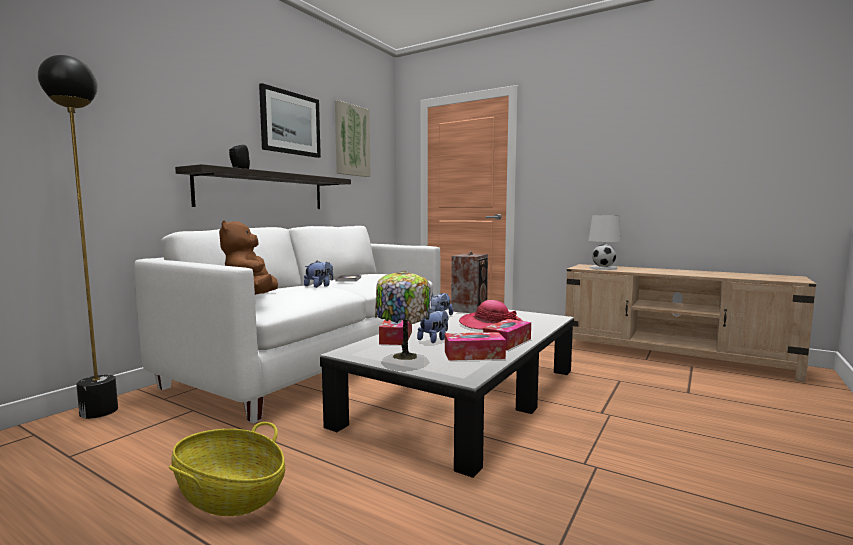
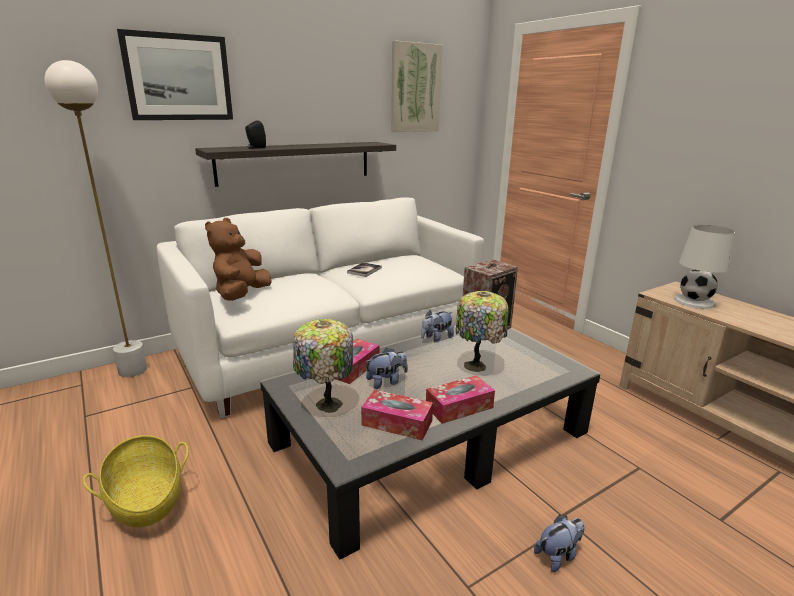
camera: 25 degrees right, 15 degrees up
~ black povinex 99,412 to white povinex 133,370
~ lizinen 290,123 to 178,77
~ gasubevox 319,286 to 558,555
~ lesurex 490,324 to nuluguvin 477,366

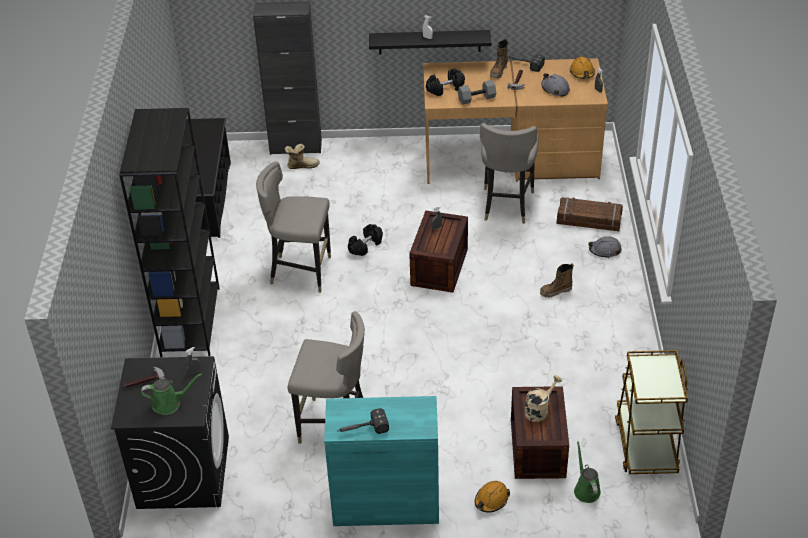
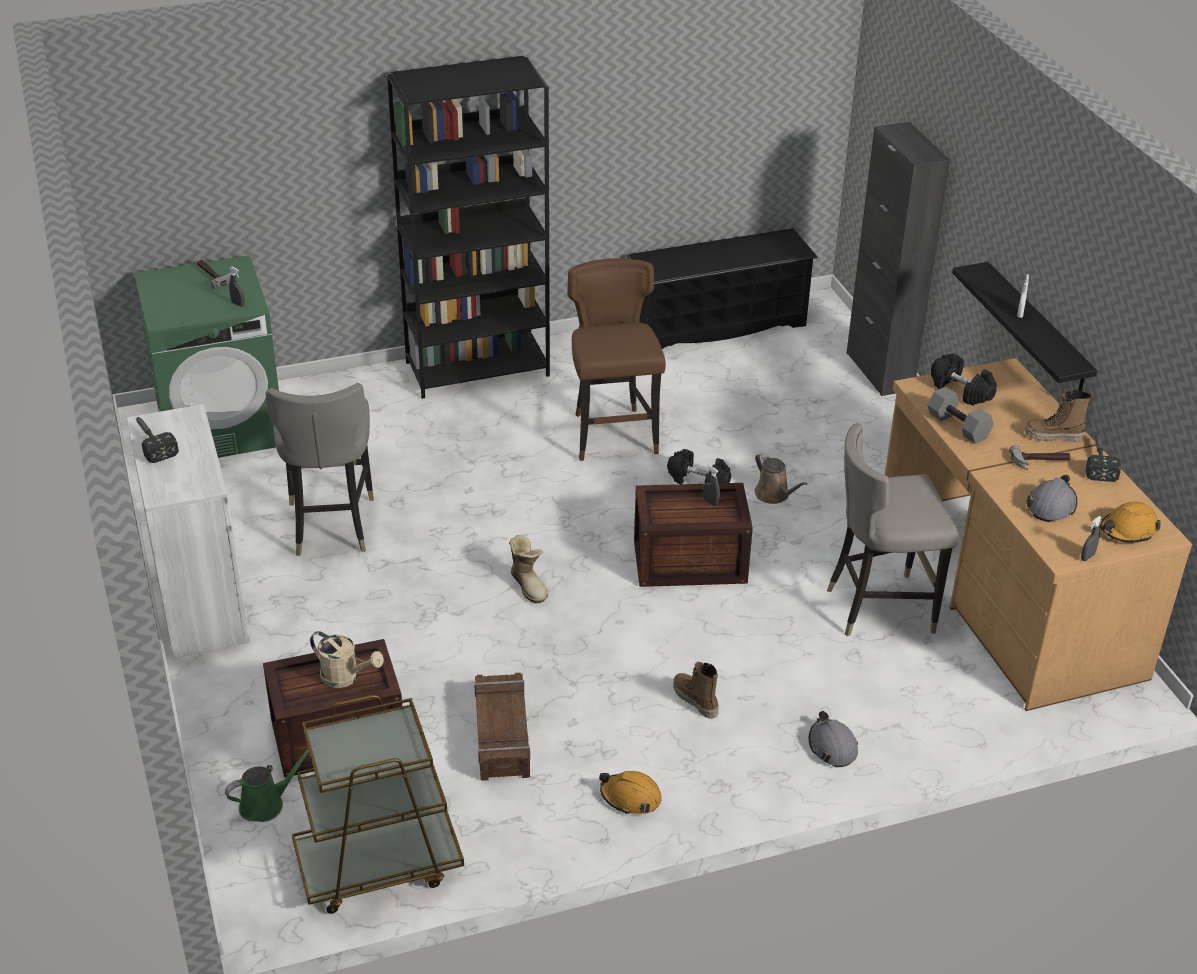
camera: 70 degrees right, 5 degrees down
~ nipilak 302,165 to 529,585
~ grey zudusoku 300,272 to brown zudusoku 613,434
~ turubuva 589,220 to 501,735
~ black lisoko 183,471 to green lisoko 221,425
- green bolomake 169,403
~ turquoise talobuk 386,503 to white talobuk 201,602
~ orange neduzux 491,500 to 630,797
+ brown bolomake 774,495

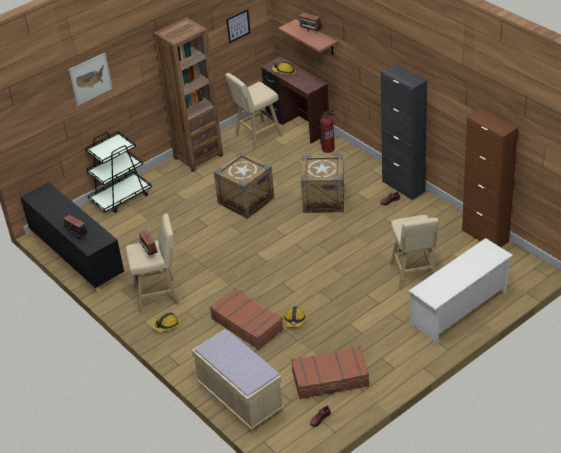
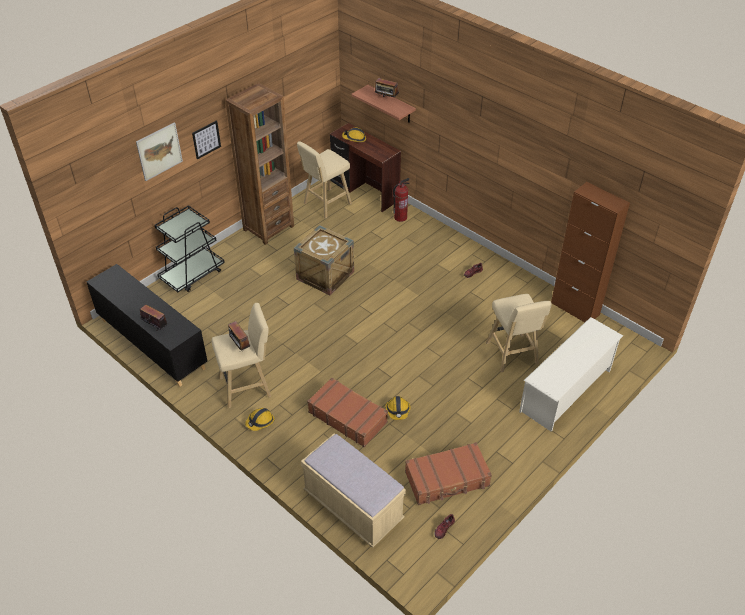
camera: 10 degrees left, 5 degrees up
~ lizinen 238,26 to 206,139
- black talobuk 403,186
- turubuva 323,199

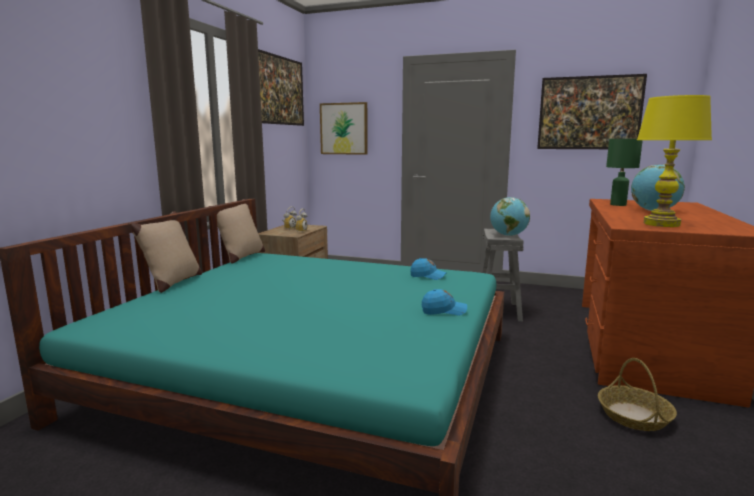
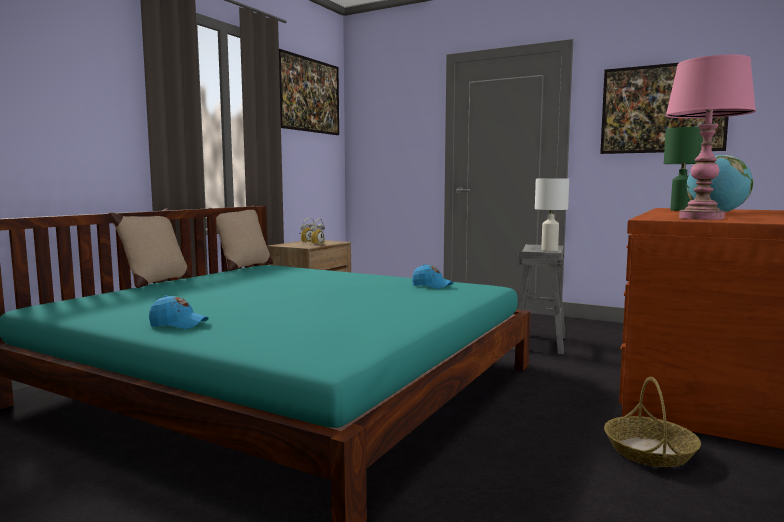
camera: 10 degrees right, 5 degrees down
~ yellow nuluguvin 661,224 to pink nuluguvin 701,218
- lizinen 344,128
~ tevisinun 508,235 to white nuluguvin 549,250
~ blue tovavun 444,311 to 178,324

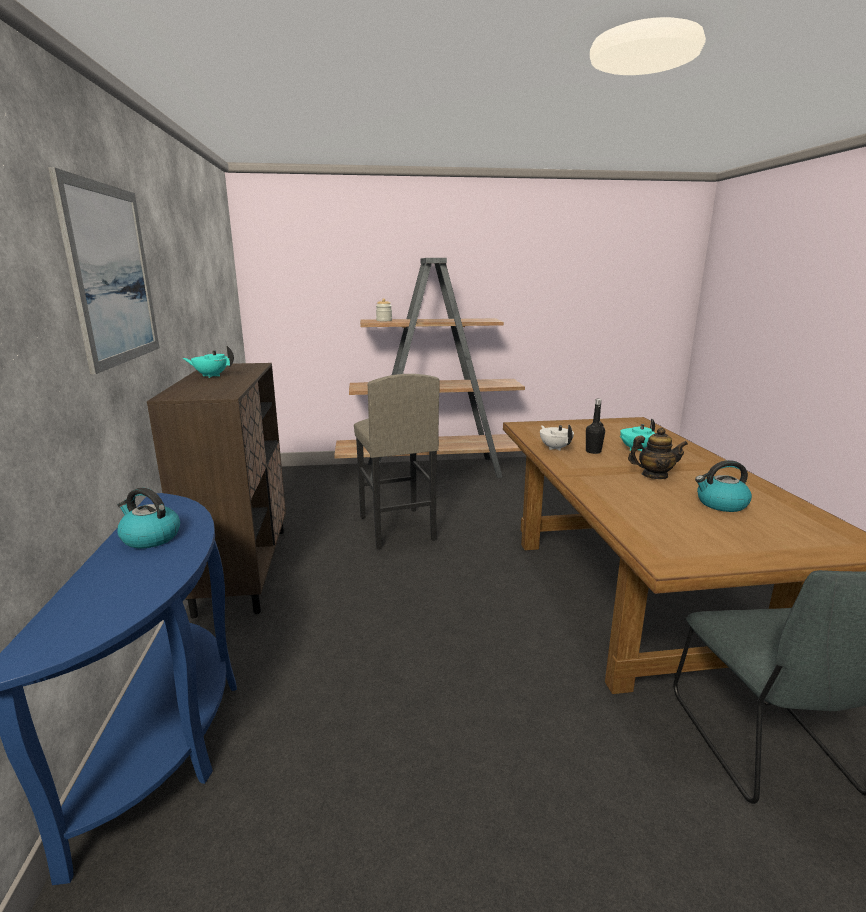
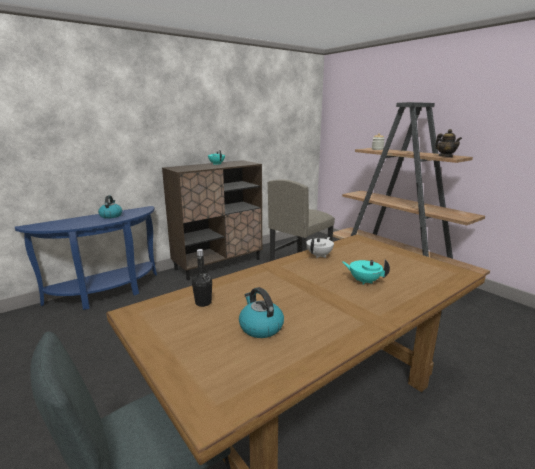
camera: 60 degrees right, 0 degrees up
- lizinen 112,275
~ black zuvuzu 593,451 to 203,303
~ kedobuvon 654,475 to 445,156

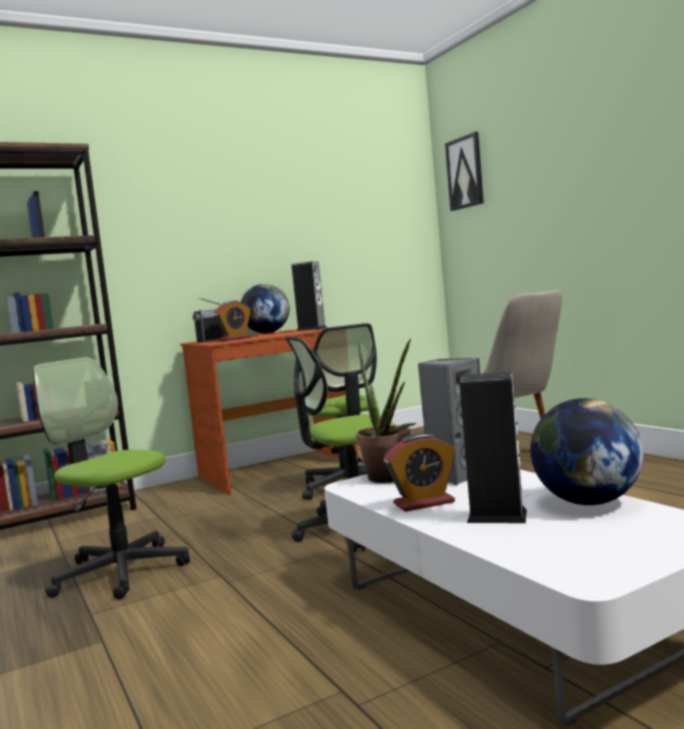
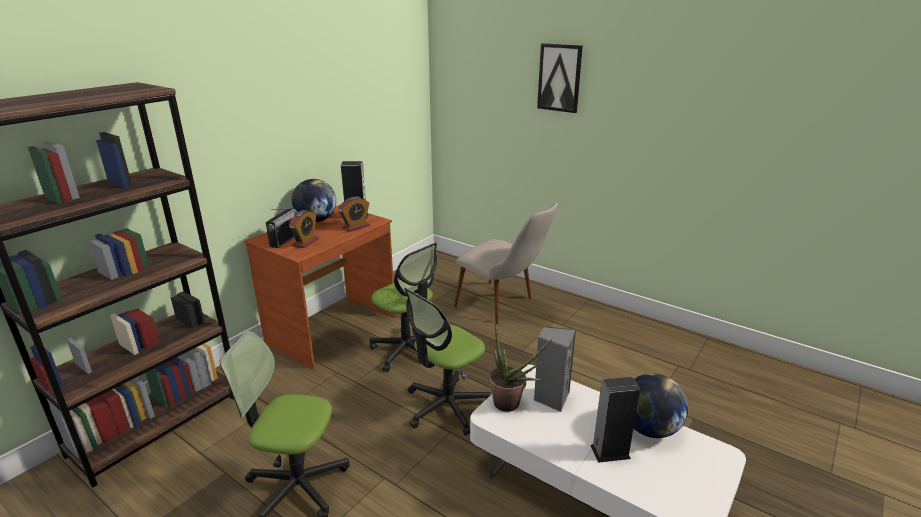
camera: 25 degrees left, 20 degrees up
~ lizinen 465,172 to 559,78
~ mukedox 424,503 to 355,227

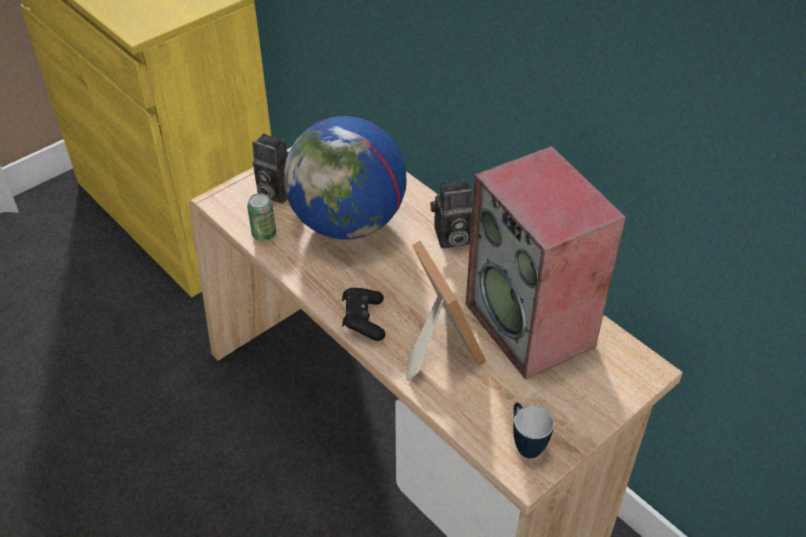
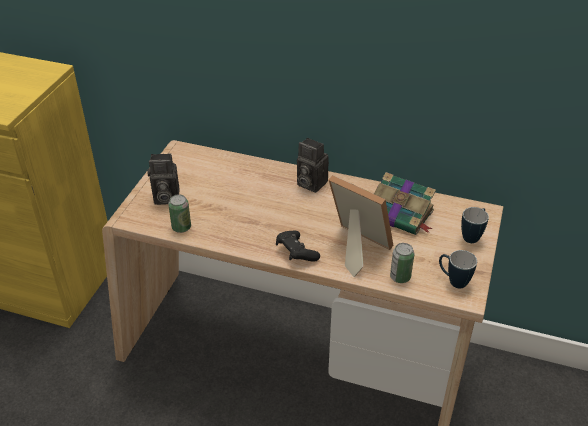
camera: 30 degrees left, 5 degrees down
- tevisinun 348,223
~ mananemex 532,325 to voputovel 401,214
~ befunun 451,238 = 309,183 75 degrees clockwise
+ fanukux 472,236
+ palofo 400,277

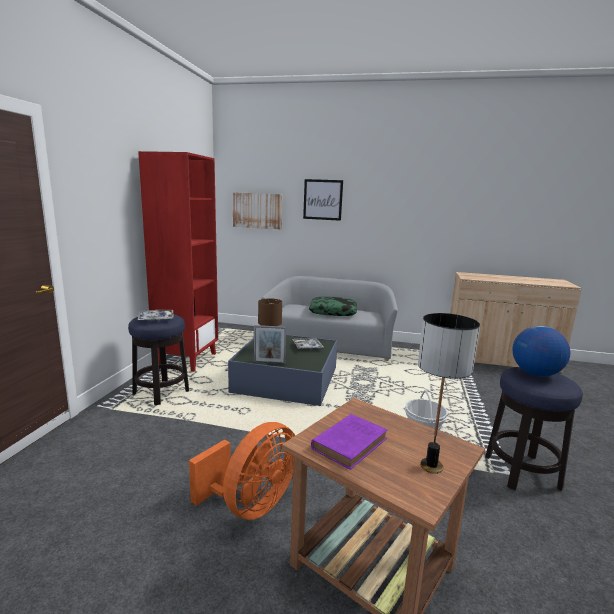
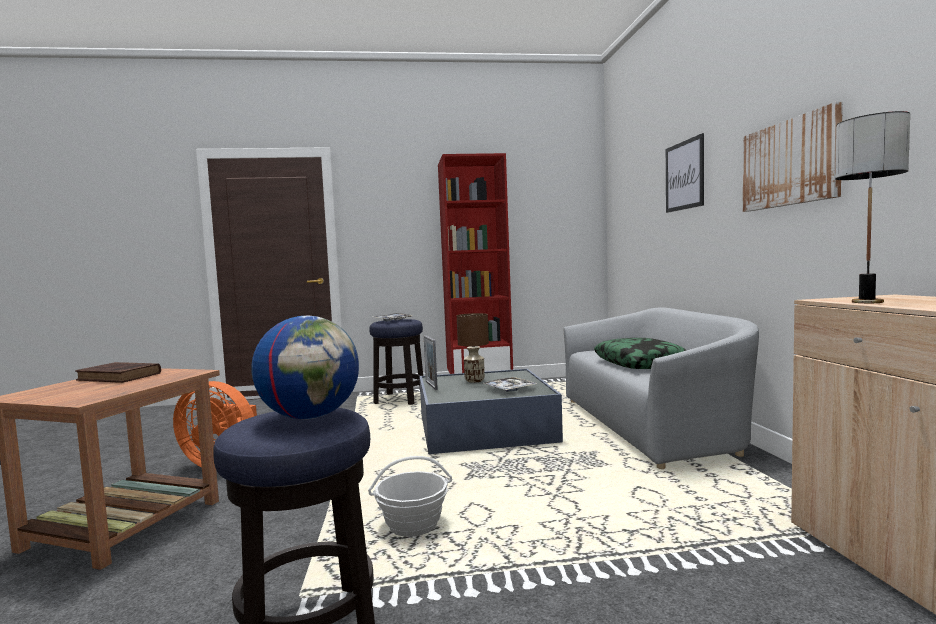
camera: 70 degrees right, 10 degrees down
~ lizinen 257,210 to 789,163
~ nuluguvin 431,466 to 867,302
~ purple voputovel 350,443 to brown voputovel 121,377

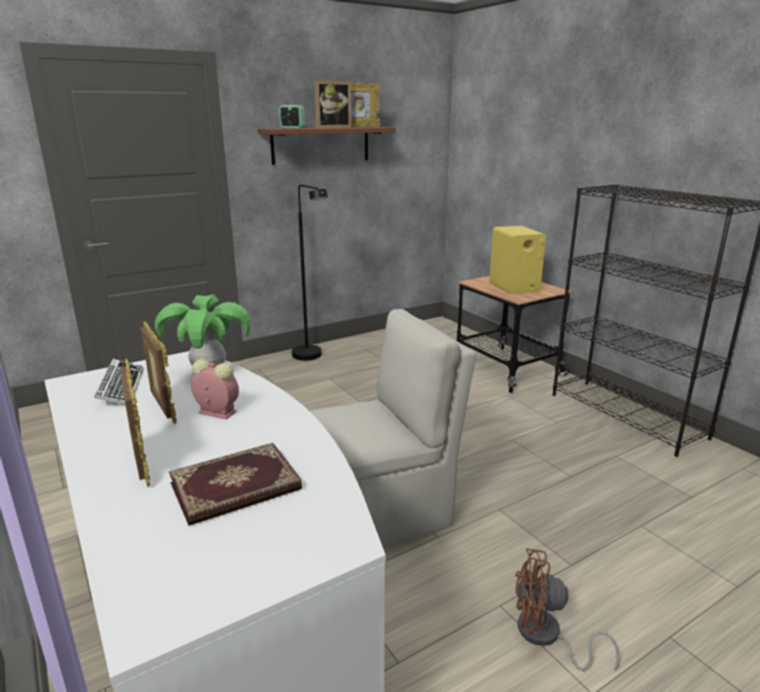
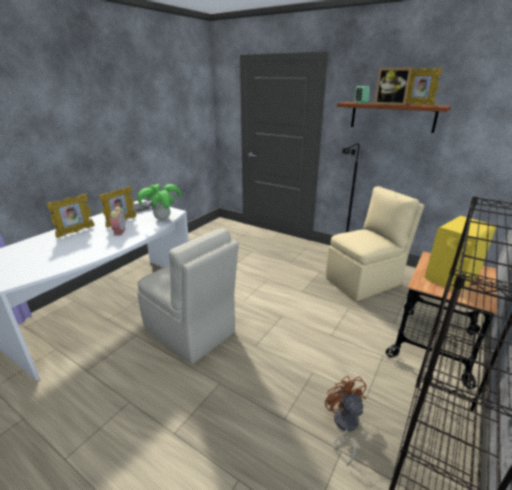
camera: 65 degrees right, 5 degrees up
- voputovel 236,488
~ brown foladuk 546,637 to 344,425
+ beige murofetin 364,281

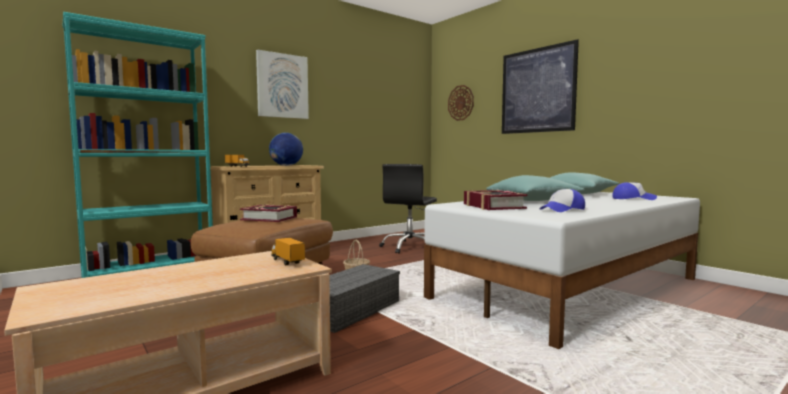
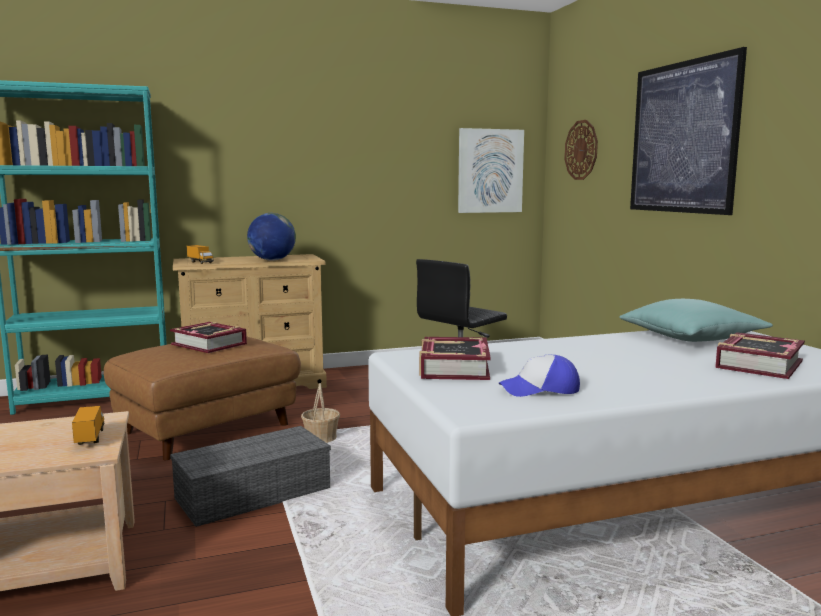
camera: 20 degrees right, 5 degrees up
~ lizinen 282,86 to 490,171
- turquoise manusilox 532,200
~ tovavun 633,199 to voputovel 758,364

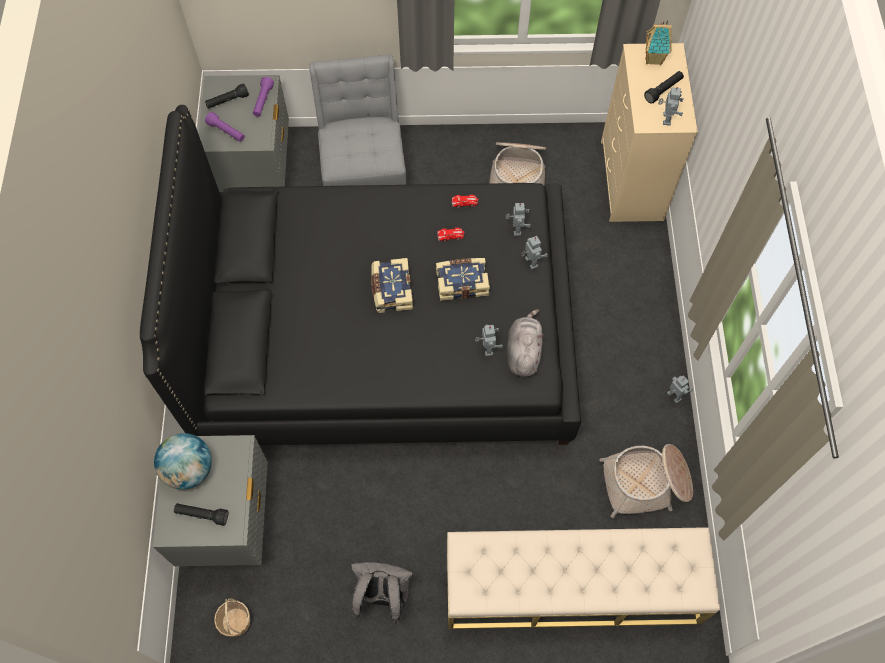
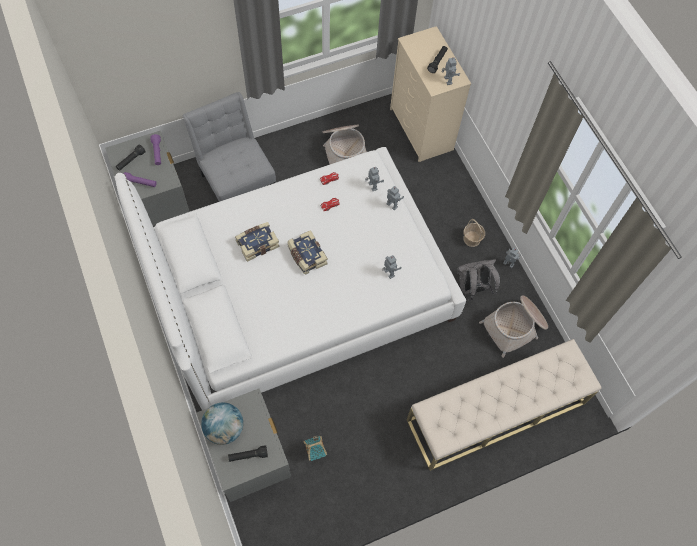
camera: 25 degrees left, 0 degrees up
~ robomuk 654,59 to 316,452
~ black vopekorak 384,332 to white vopekorak 300,288
~ voputovel 462,282 to 257,243
- grey gasubevox 523,351
~ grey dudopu 383,595 to 473,288
~ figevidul 236,622 to 472,239

